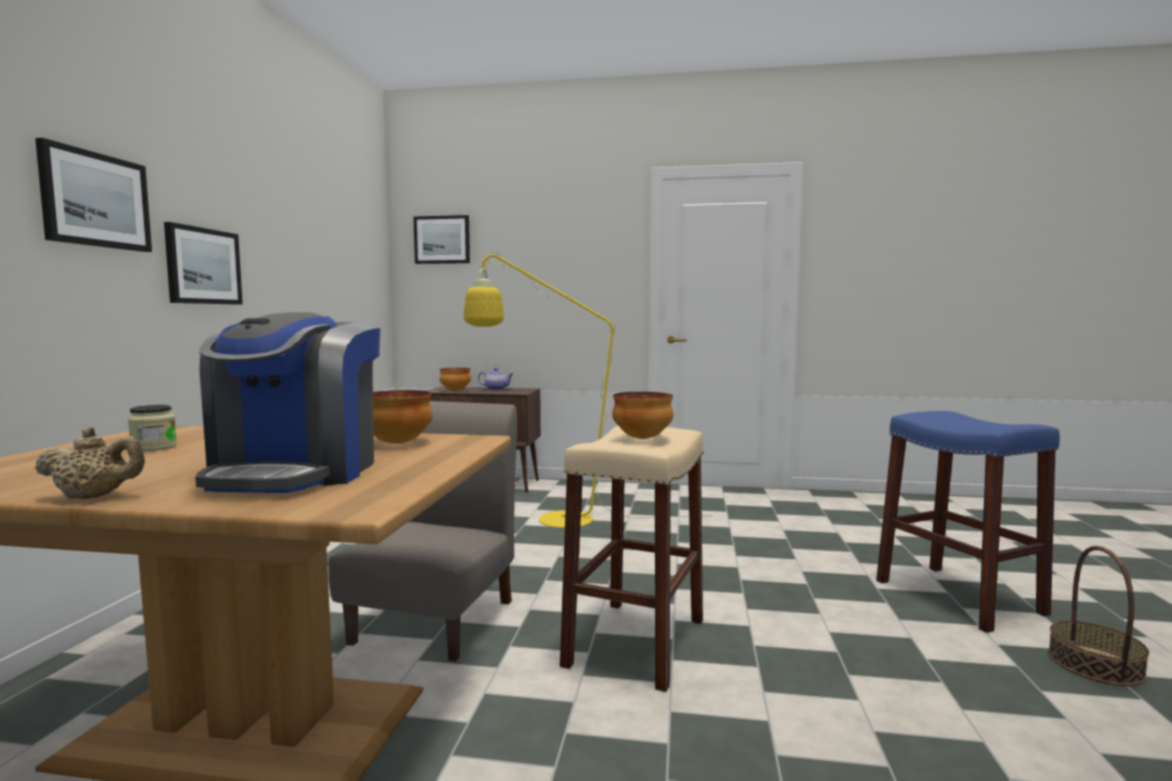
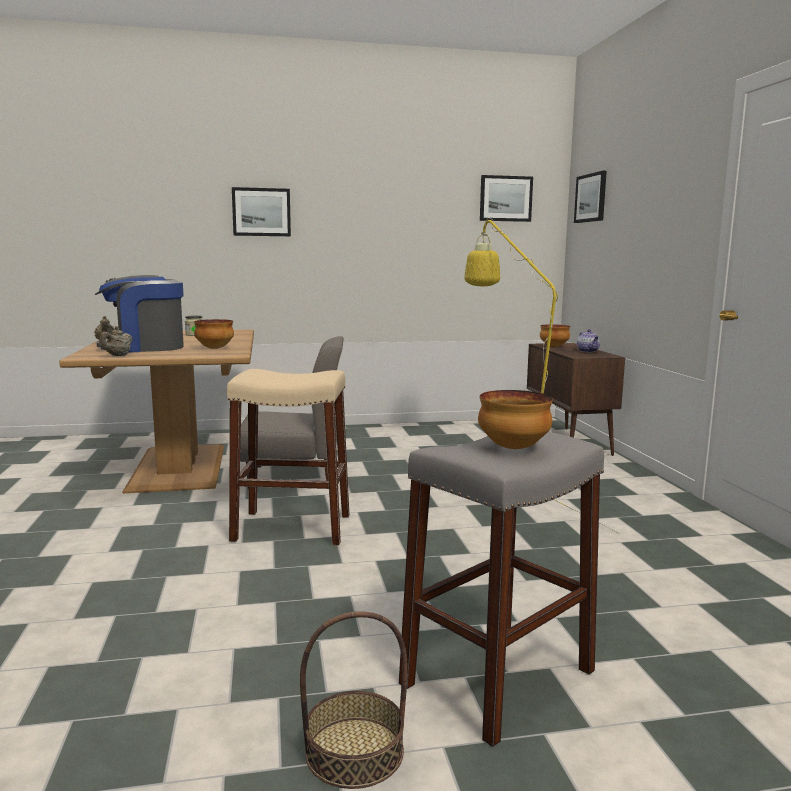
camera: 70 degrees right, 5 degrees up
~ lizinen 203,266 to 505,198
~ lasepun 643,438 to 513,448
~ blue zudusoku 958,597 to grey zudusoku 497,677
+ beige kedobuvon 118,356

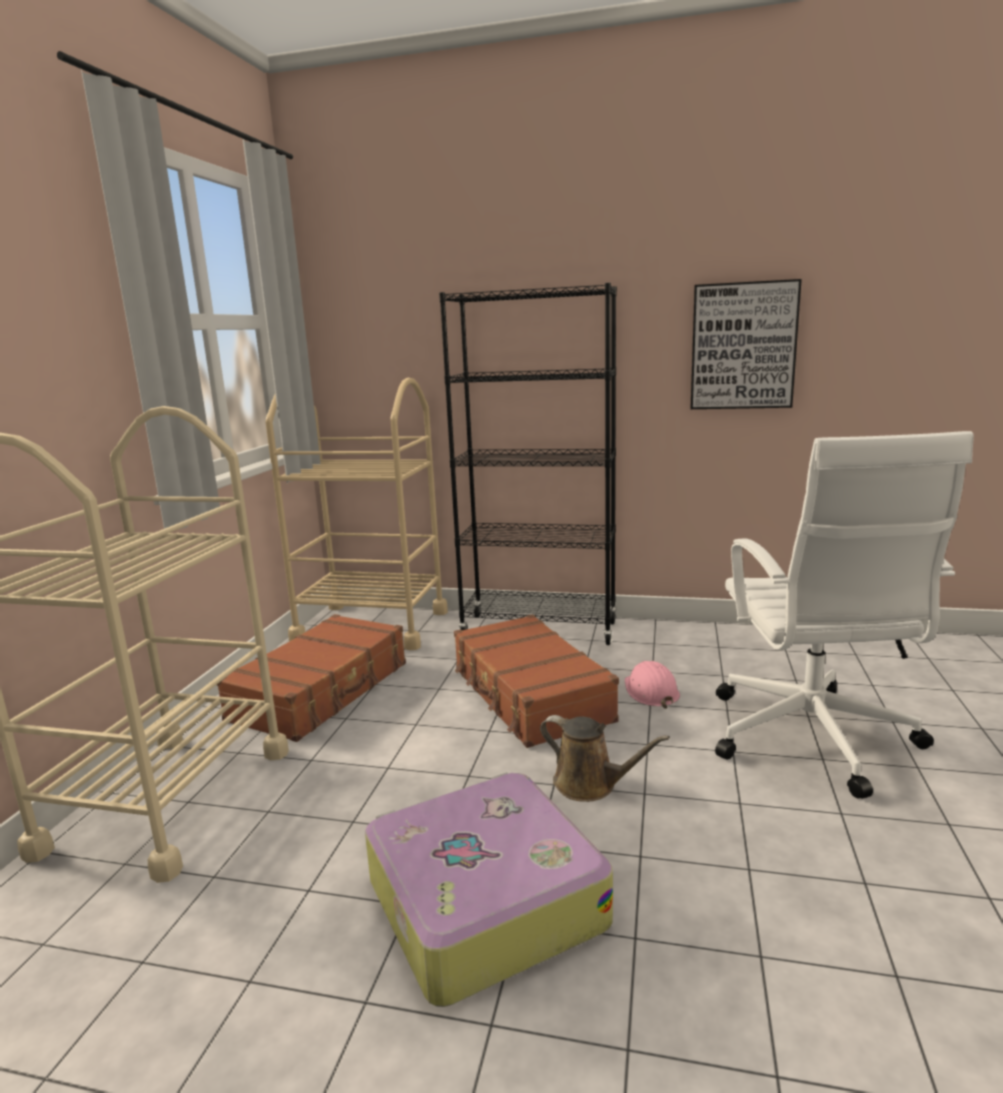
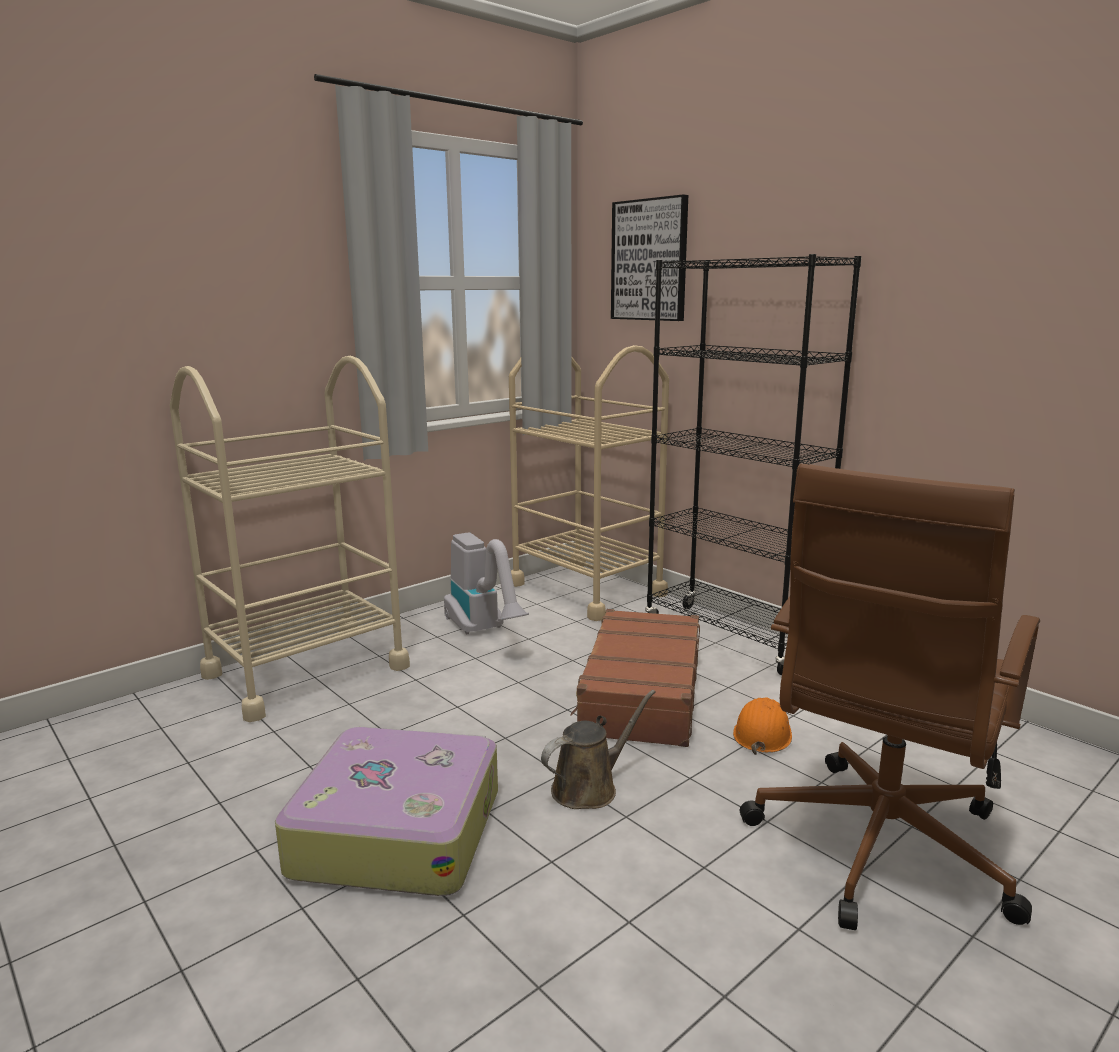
camera: 35 degrees right, 0 degrees up
~ lizinen 743,346 to 650,260
~ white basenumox 811,739 to brown basenumox 877,849
~ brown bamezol 322,691 to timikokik 484,631
~ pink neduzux 650,691 to orange neduzux 762,733
~ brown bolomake 590,784 = 589,788 105 degrees counterclockwise

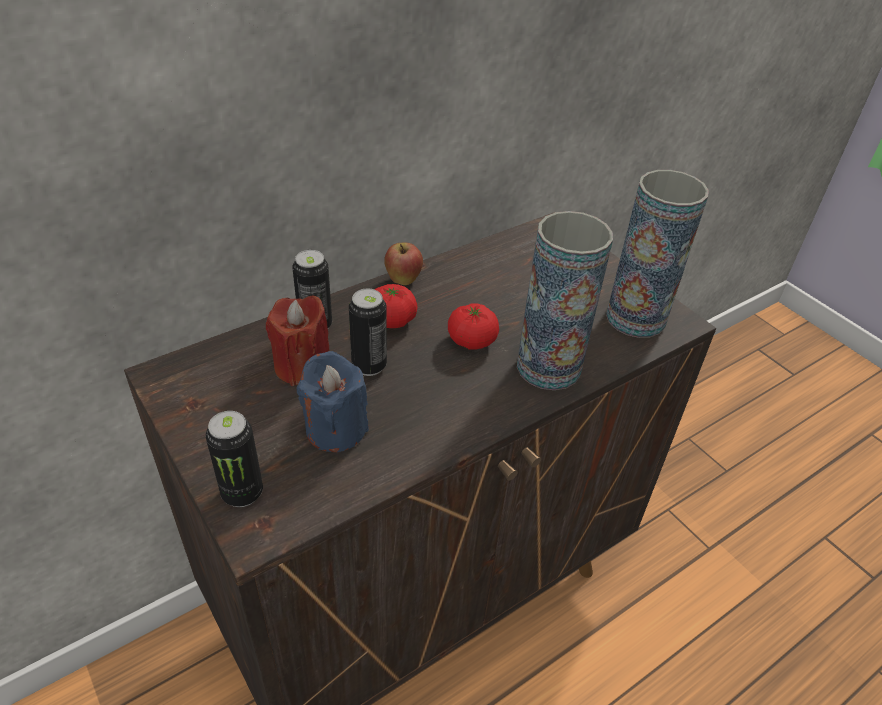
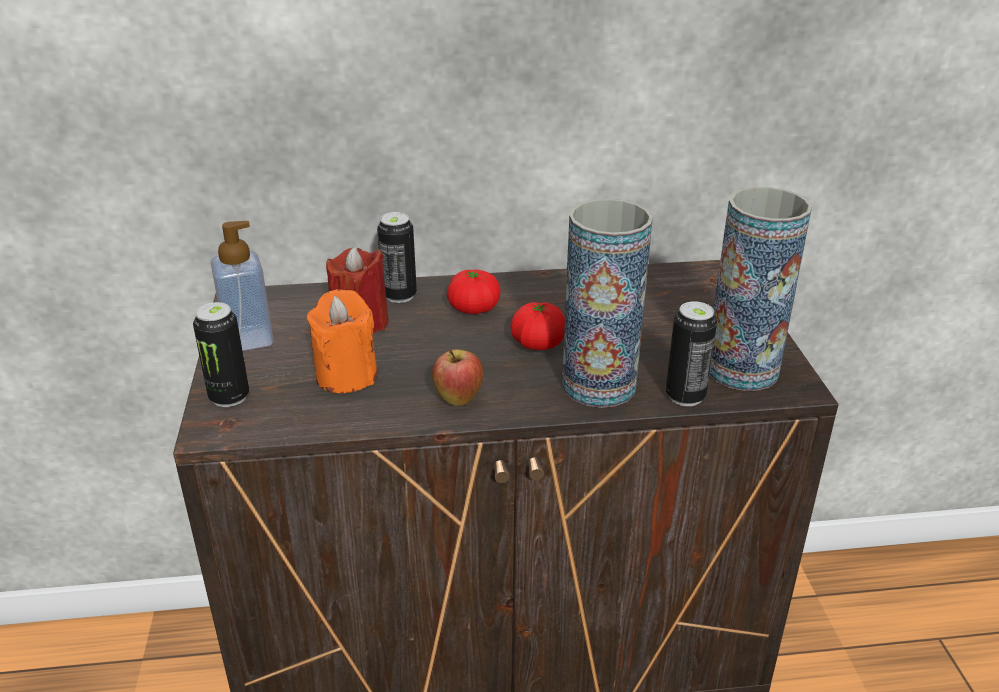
camera: 30 degrees right, 10 degrees down
~ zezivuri 403,281 to 458,400
~ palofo 369,365 to 685,396
~ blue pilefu 335,429 to orange pilefu 346,376
+ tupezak 248,339

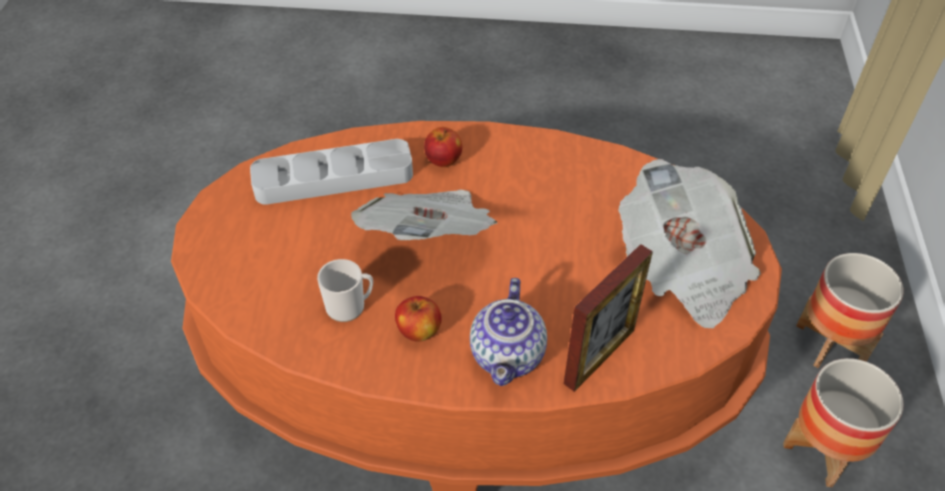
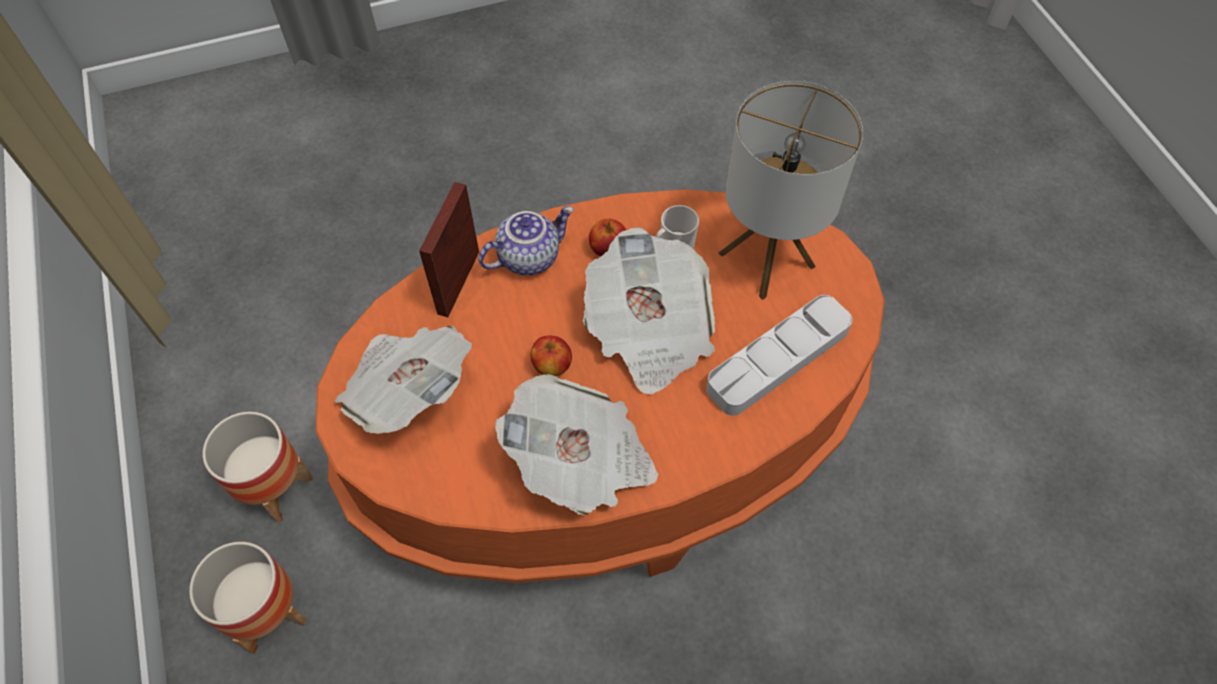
camera: 155 degrees right, 10 degrees up
~ zezivuri 443,160 to 552,366
~ kedobuvon 509,356 = 528,256 75 degrees clockwise
+ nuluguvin 767,259
+ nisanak 582,461

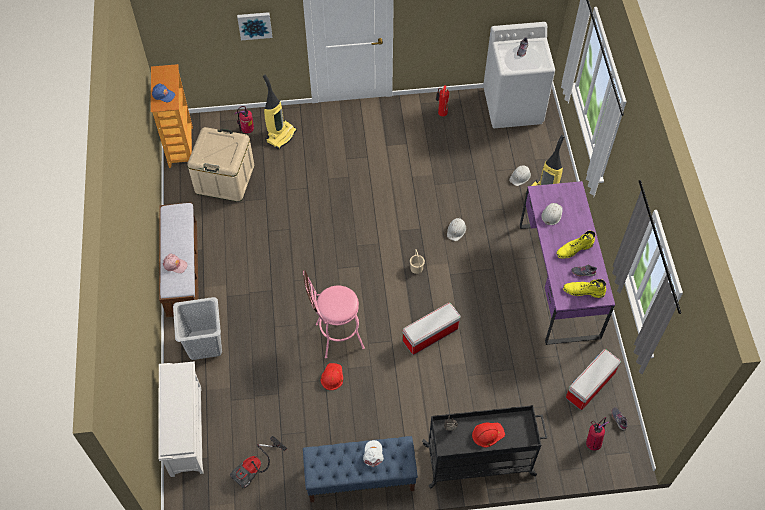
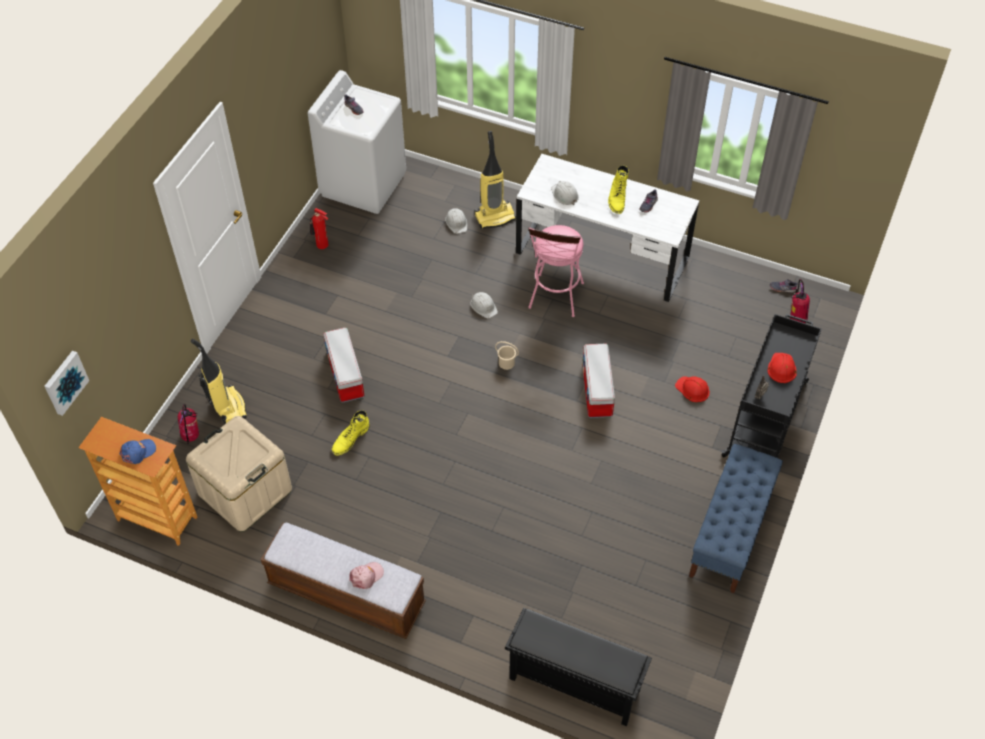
camera: 60 degrees left, 5 degrees down
~ lizinen 255,25 to 64,382
~ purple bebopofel 558,280 to white bebopofel 602,255
~ pink zudusoku 335,337 to 555,299
~ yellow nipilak 583,291 to 350,439
- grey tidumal 205,344
~ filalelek 590,386 to 346,375
~ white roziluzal 185,430 to black roziluzal 573,684
~ red neduzux 332,377 to 692,389
- timikokik 256,468
- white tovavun 373,454

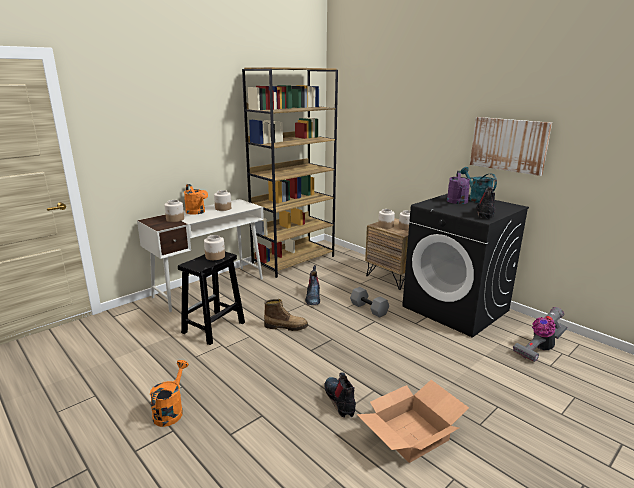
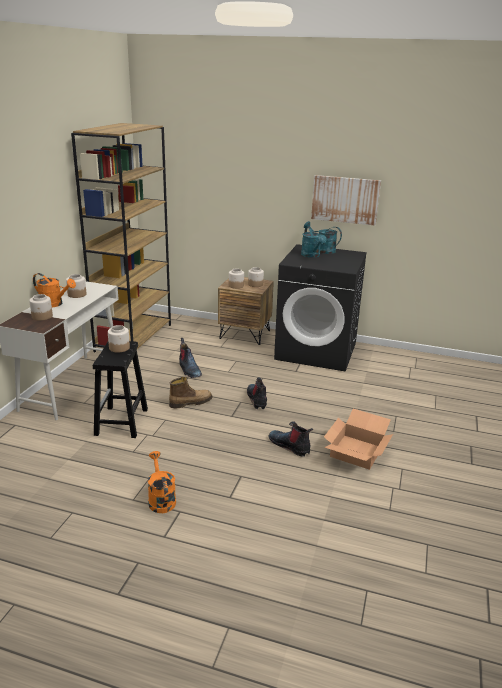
camera: 30 degrees left, 5 degrees up
~ purple bolomake 457,202 to turquoise bolomake 312,255
~ nipilak 485,213 to 257,400
- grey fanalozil 369,309
- timikokik 539,348

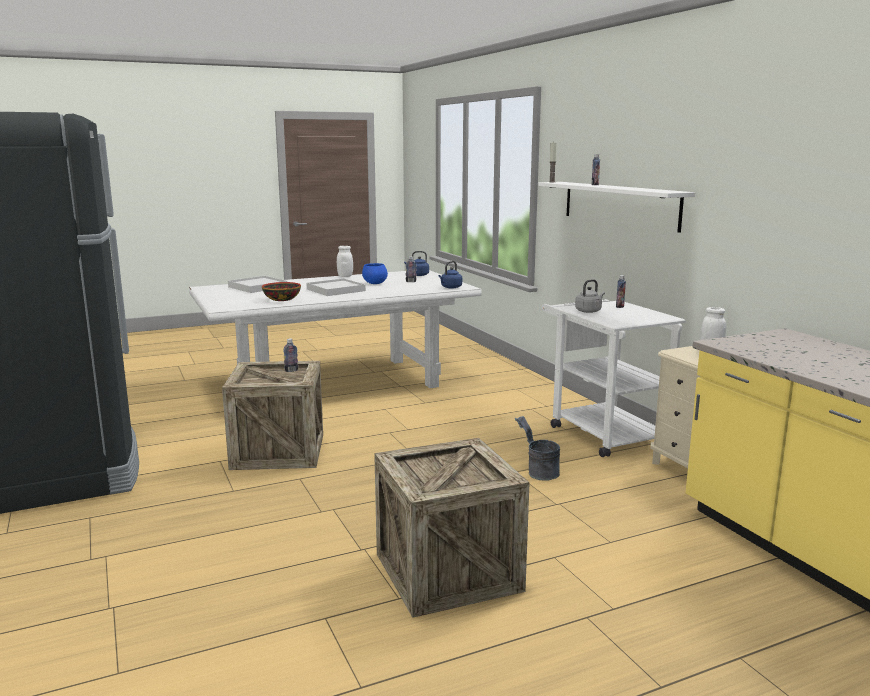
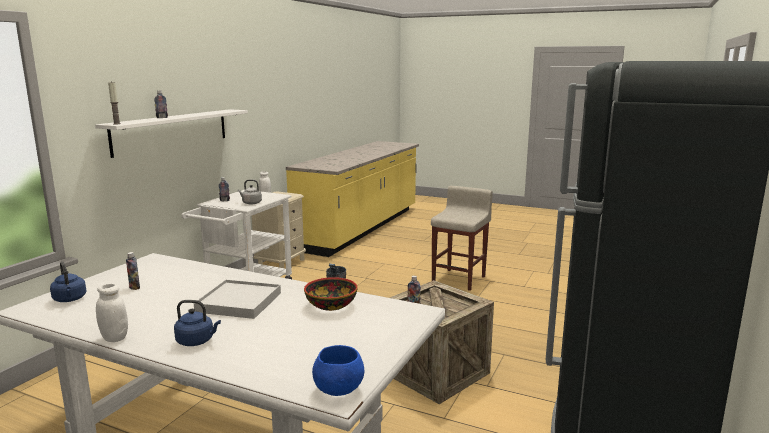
camera: 130 degrees left, 0 degrees up
~ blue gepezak 450,287 to 197,341
~ blue lasepun 375,283 to 338,389
- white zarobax 257,287
~ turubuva 447,572 to beige zudusoku 459,279

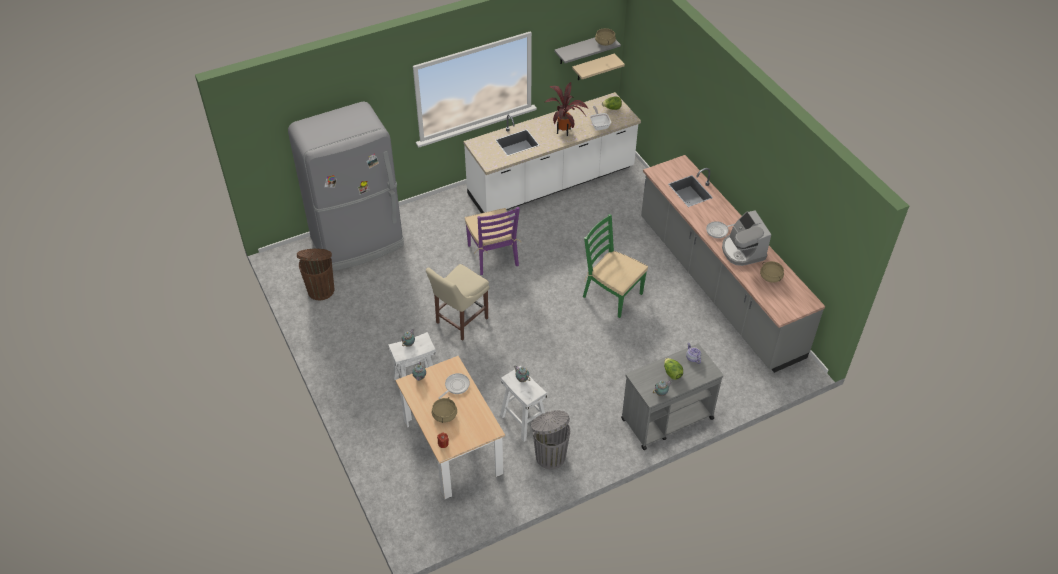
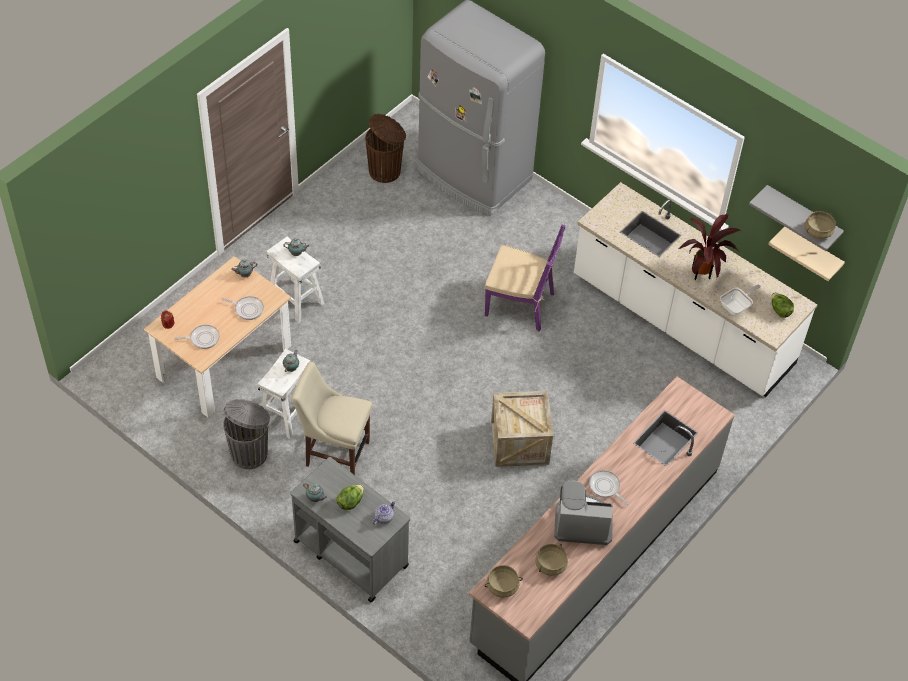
camera: 65 degrees right, 5 degrees up
~ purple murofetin 493,255 = 520,304 120 degrees counterclockwise
~ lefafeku 742,251 = 582,522 45 degrees clockwise
~ green murofetin 612,295 to turubuva 519,443
~ beige murofetin 460,321 to 334,452
~ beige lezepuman 445,415 to 502,586
+ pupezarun 202,338

